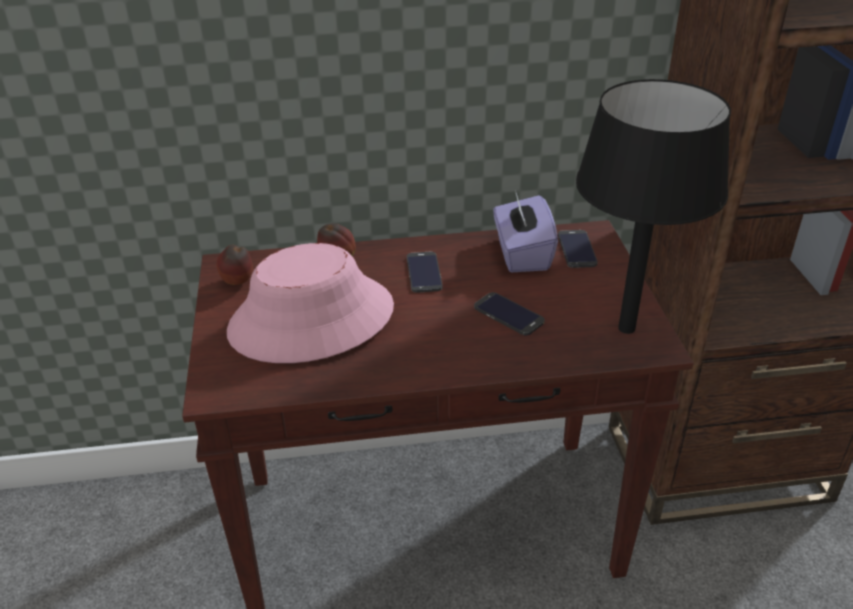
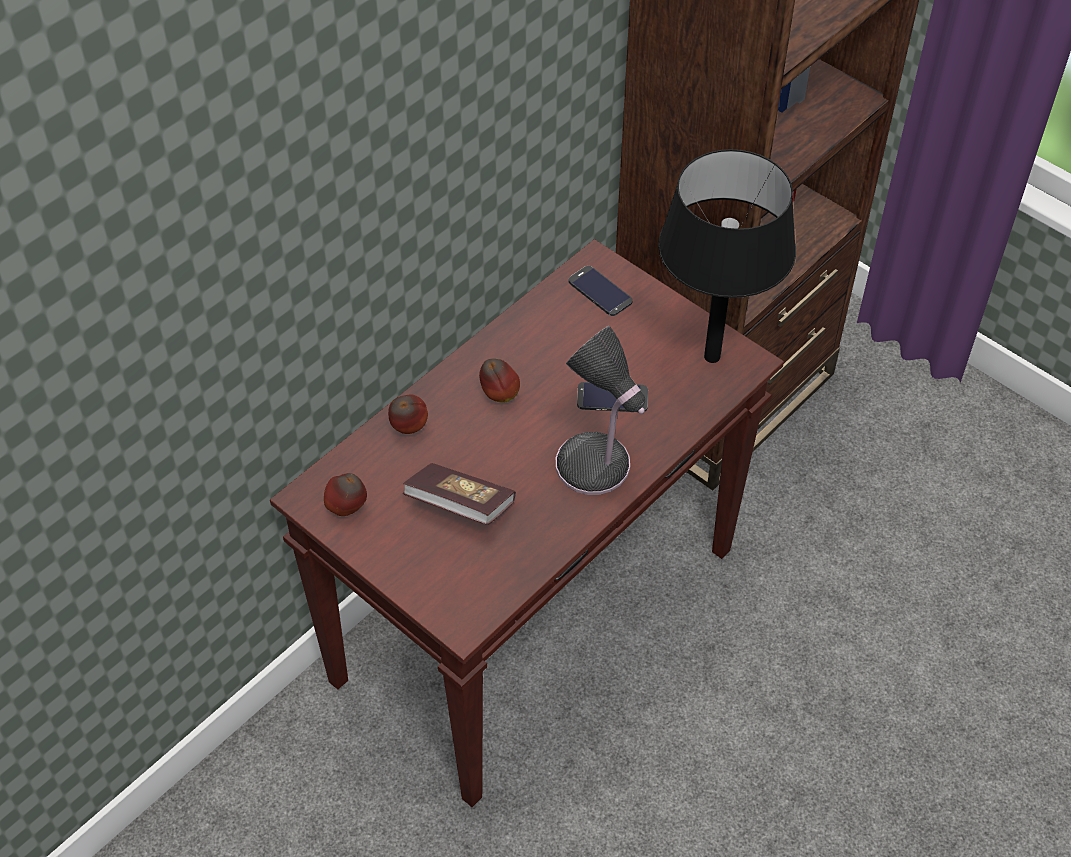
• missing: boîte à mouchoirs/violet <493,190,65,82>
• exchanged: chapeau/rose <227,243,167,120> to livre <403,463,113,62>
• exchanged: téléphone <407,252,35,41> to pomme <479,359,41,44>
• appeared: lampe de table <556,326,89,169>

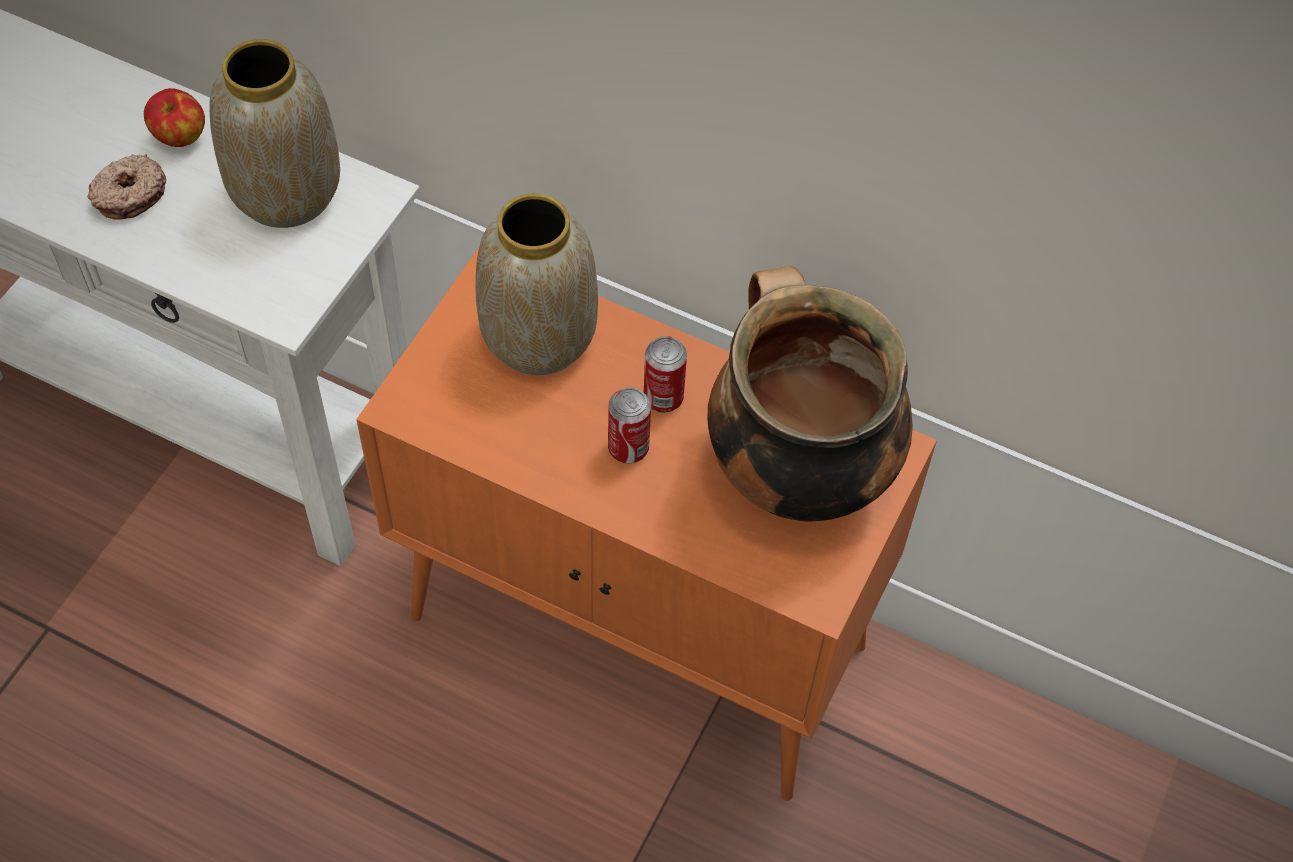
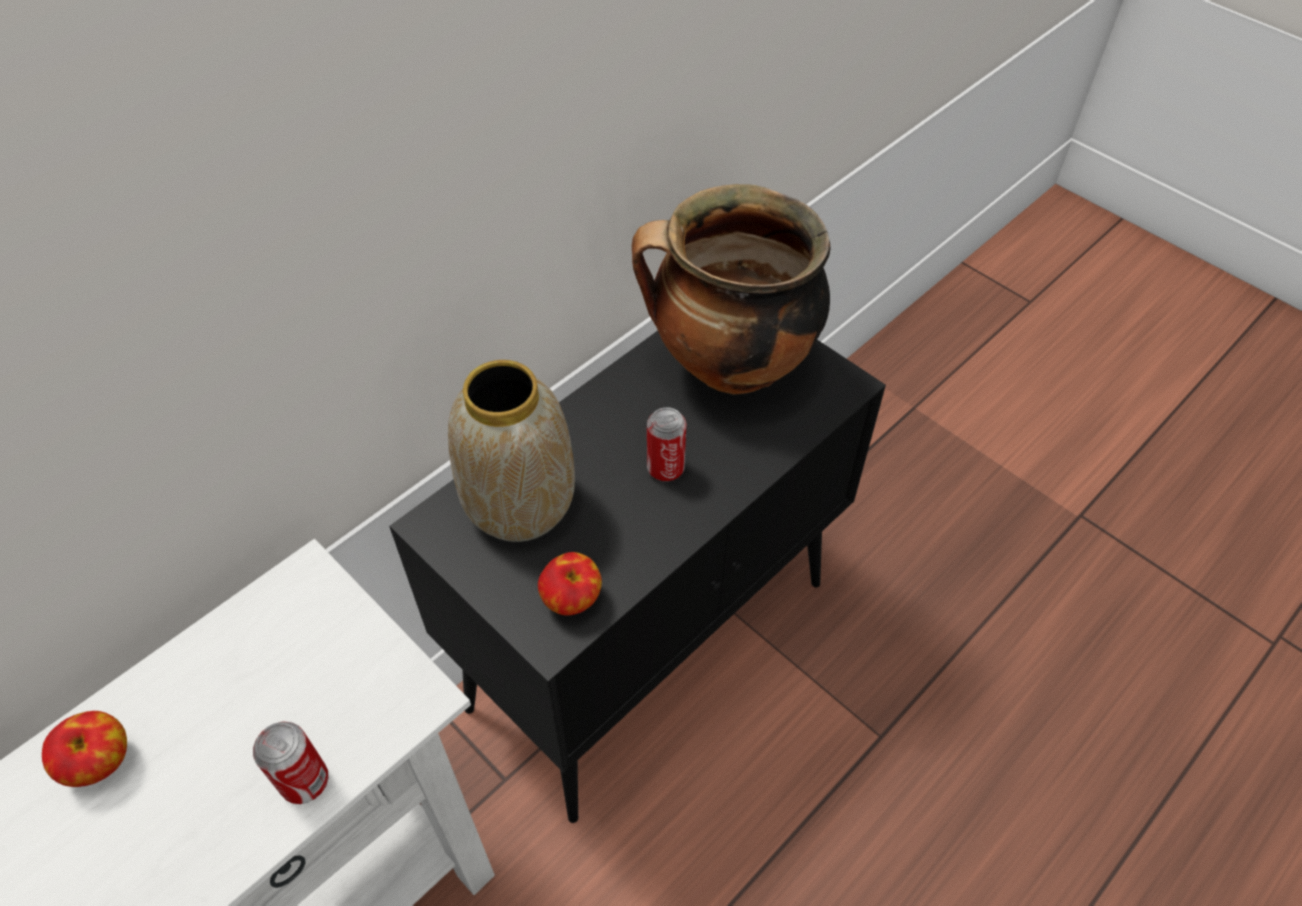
• missing: vase <209,39,131,189>
• missing: beignet <87,154,79,66>
• colour: meuble de rangement/orange <356,248,581,553> to meuble de rangement/noir <389,331,497,492>
• relocated: boîte métallique <644,336,43,77> to <253,722,75,82>
• appeared: pomme <538,552,64,64>

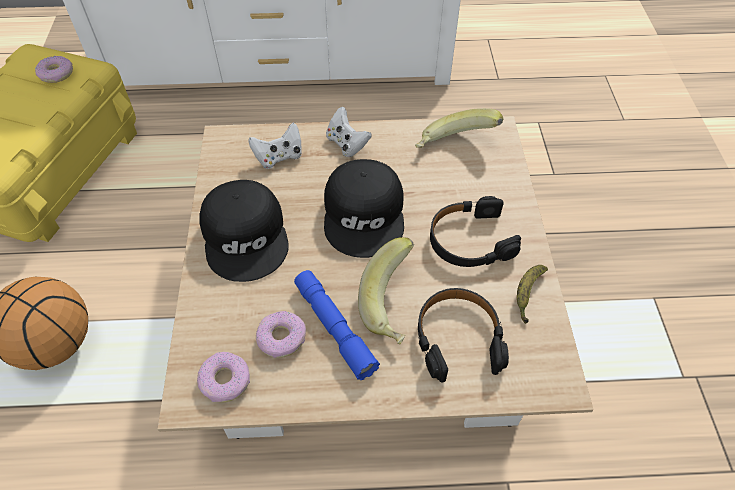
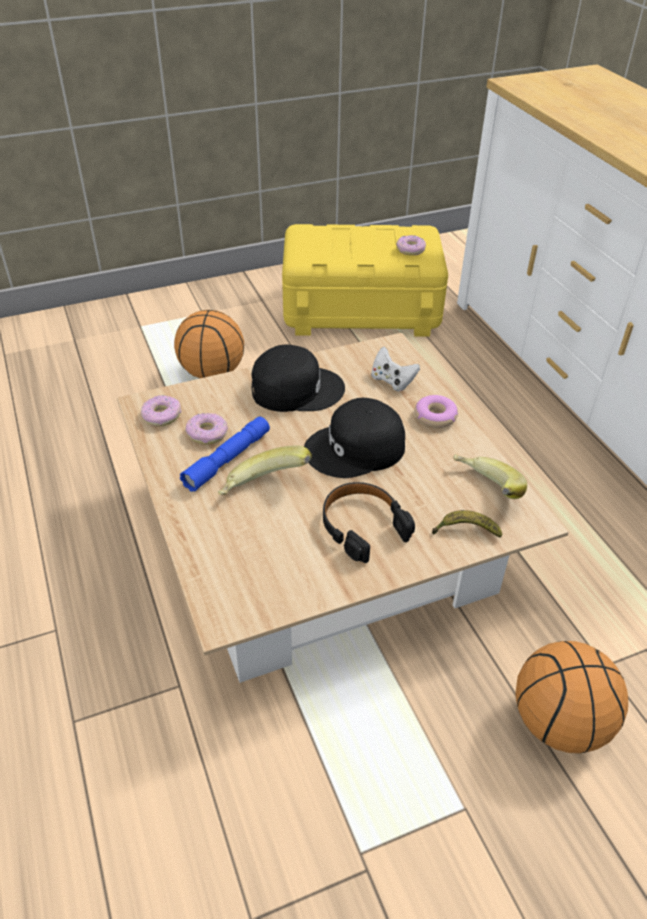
• exchanged: manette/blanc <326,107,46,50> to beignet <415,395,43,33>
• spun: casquette/noir <199,180,90,102> = <251,345,94,67> 150 degrees counterclockwise
• relocated: banane <517,265,31,59> to <432,510,70,28>
• missing: casque audio/noir <418,288,91,95>
• appeared: ballon de basket <515,641,113,112>

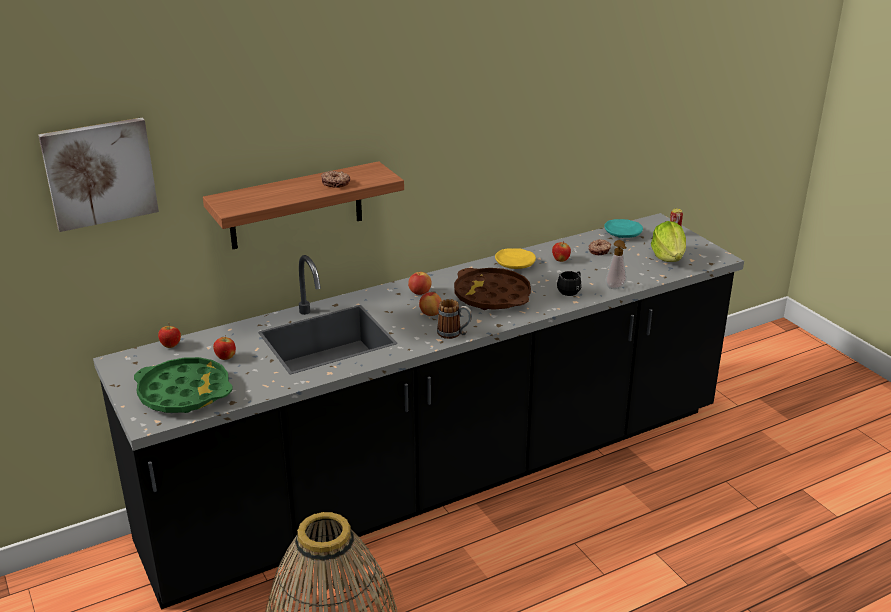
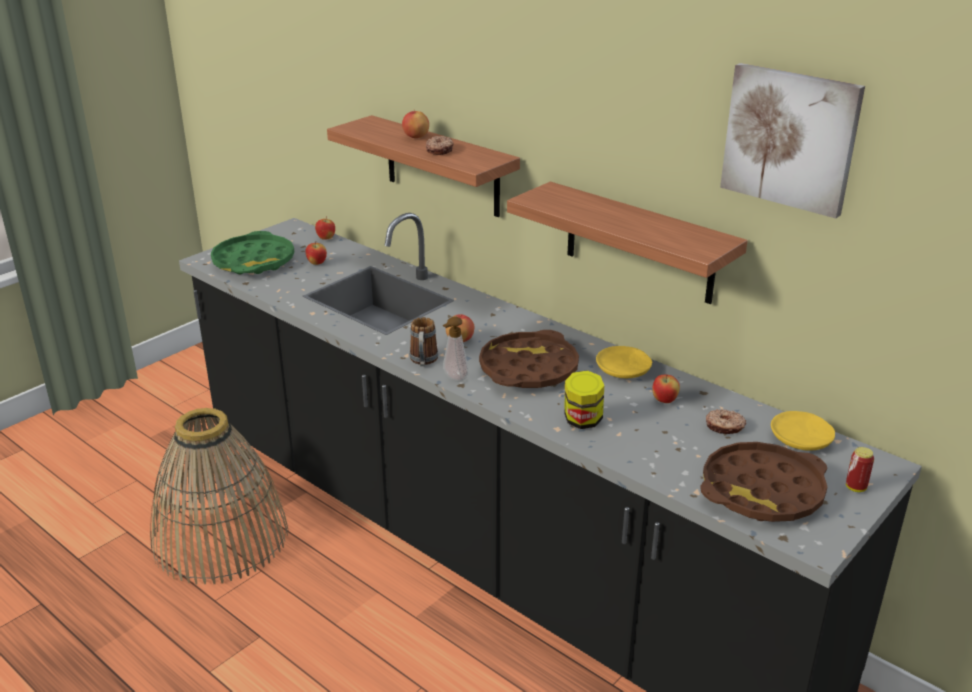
• relocated: tableau <38,118,121,114> to <720,63,145,155>
• colour: assiette/turquoise <604,219,39,19> to assiette/jaune <771,411,64,39>
• exchanged: laitue <651,221,35,41> to plateau/marron <700,442,127,80>
• relocated: distributeur de savon <605,240,22,49> to <442,317,26,65>
• exchanged: mug/noir <557,271,25,25> to bocal <564,370,40,59>
• relocated: pomme <408,272,24,23> to <402,110,27,28>
• appeared: étagère <507,182,241,122>

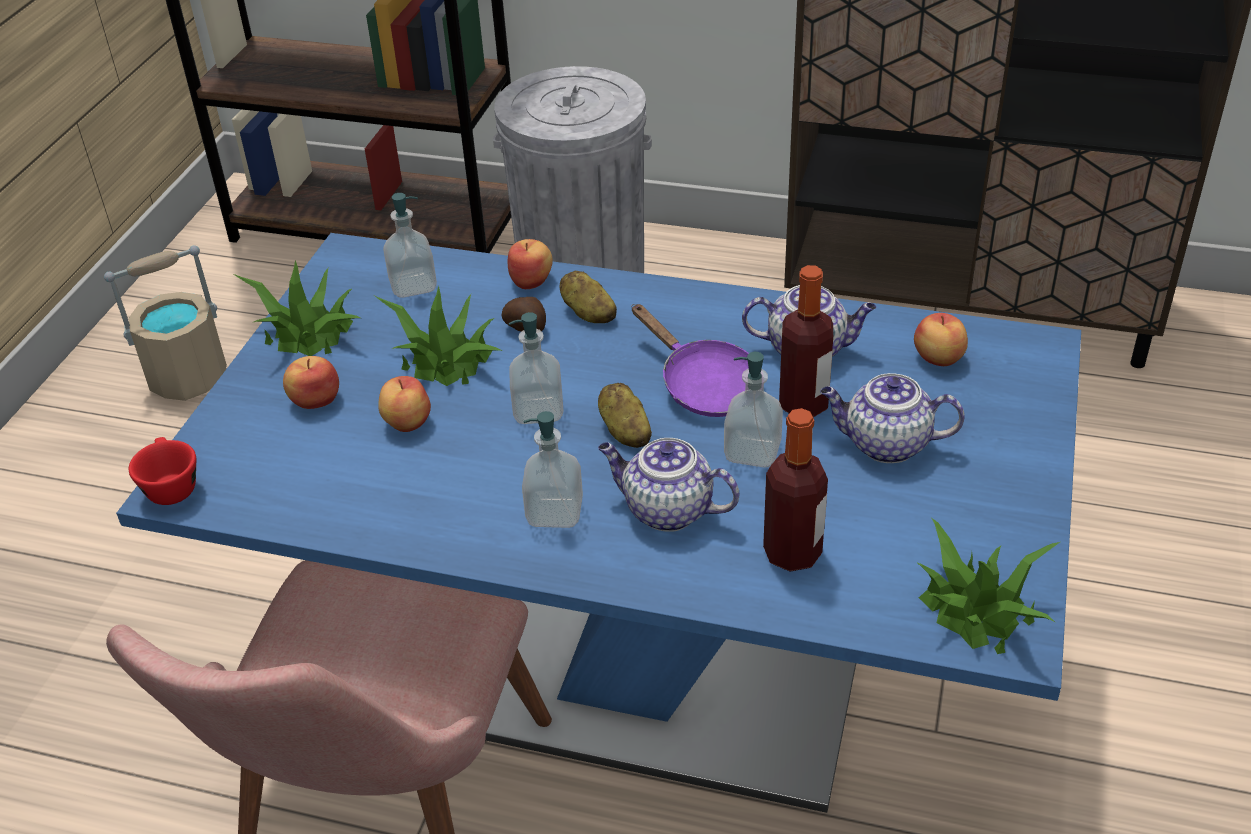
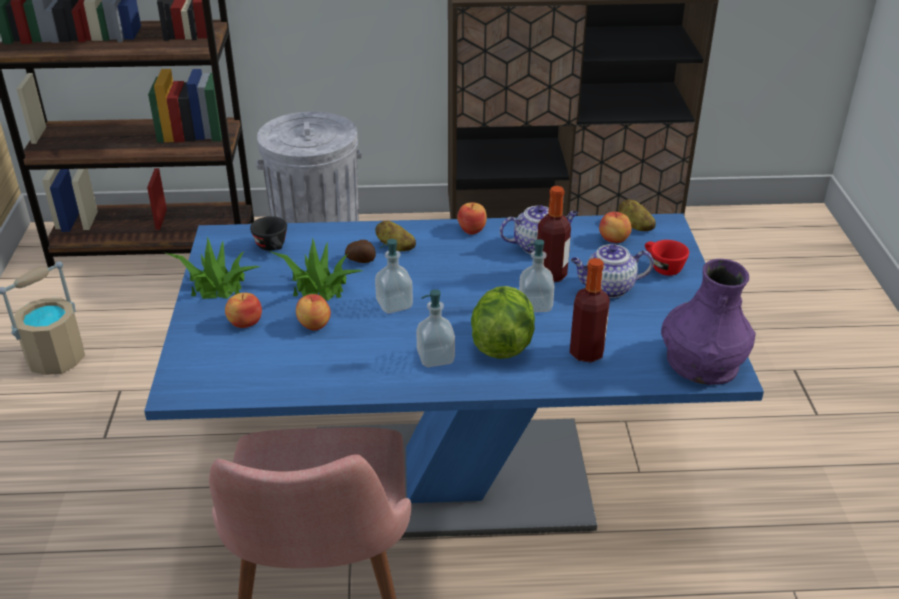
• exchanged: distributeur de savon <383,193,54,105> to tasse/noir <250,216,37,35>
• relocated: pomme <508,239,45,50> to <457,202,30,33>
• missing: poêle/violet <631,304,118,113>
• relocated: pomme de terre <598,383,54,65> to <619,199,37,32>
• relocated: tasse/rouge <129,437,67,68> to <645,240,44,36>
• exchanged: théière <598,438,141,94> to laitue <471,286,64,73>
• exchanged: plante en pot <916,518,144,136> to vase/violet <661,259,95,126>

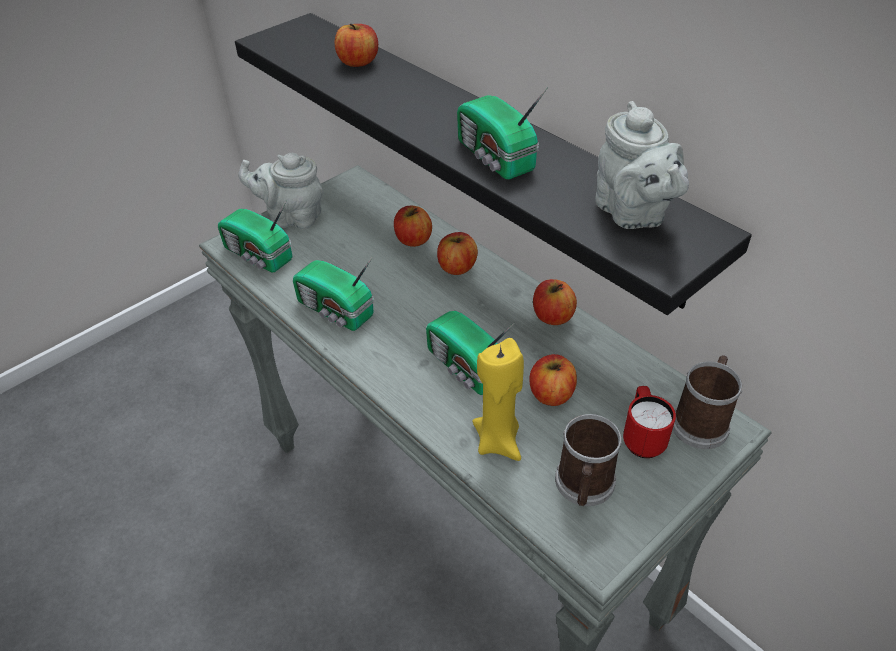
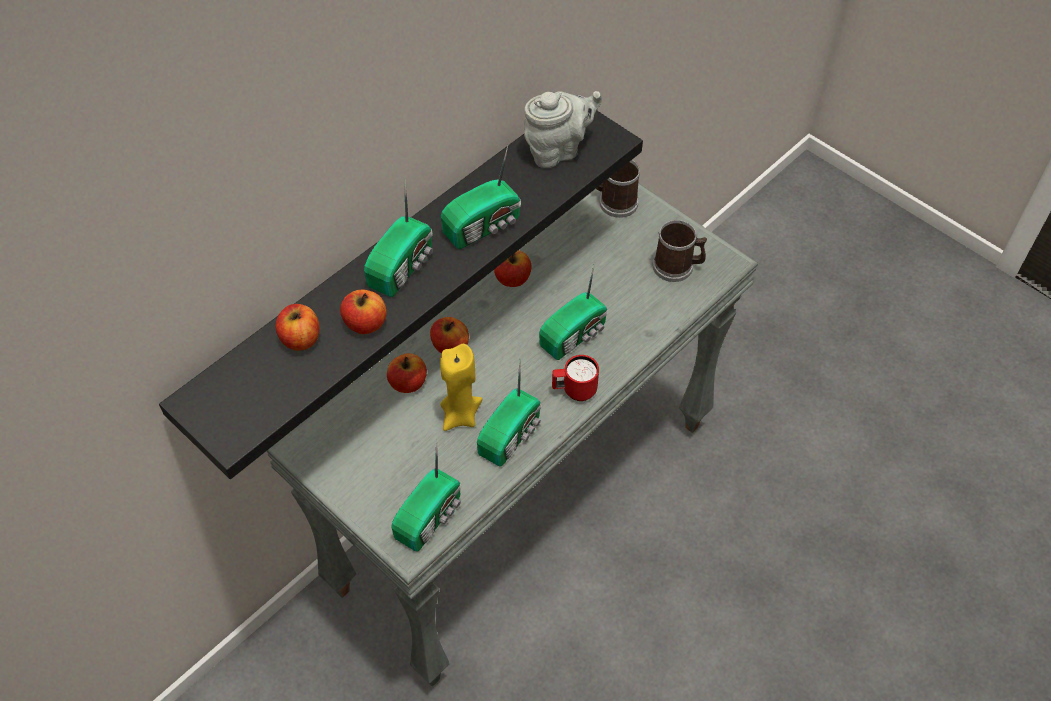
• missing: théière/gris <239,153,84,76>
• relocated: bougie/jaune <472,338,52,123> to <440,344,42,87>
• relocated: pomme <529,354,48,52> to <340,290,47,44>
• relocated: mug/rouge <623,386,53,72> to <552,355,47,46>
• appeared: radio <364,180,69,117>

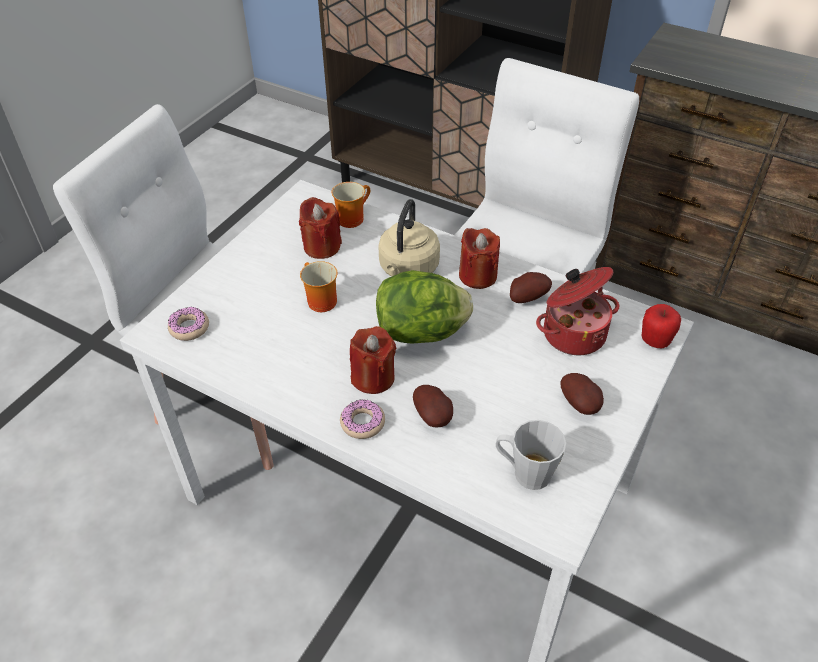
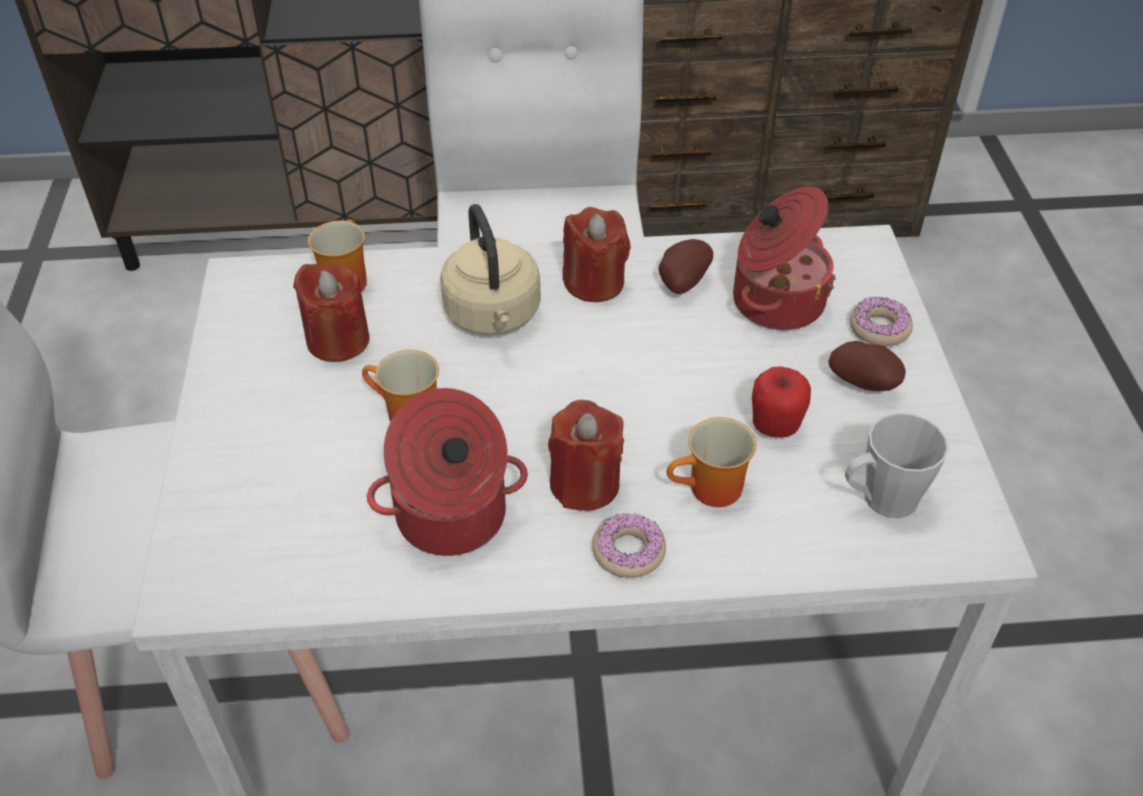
• missing: laitue <376,270,97,74>
• relocated: pomme <642,304,39,44> to <752,366,59,72>
• relocated: beignet <168,307,41,34> to <850,296,63,50>
• exchanged: pomme de terre <413,385,40,42> to mug <667,417,90,90>
• appeared: marmite <367,388,161,168>

